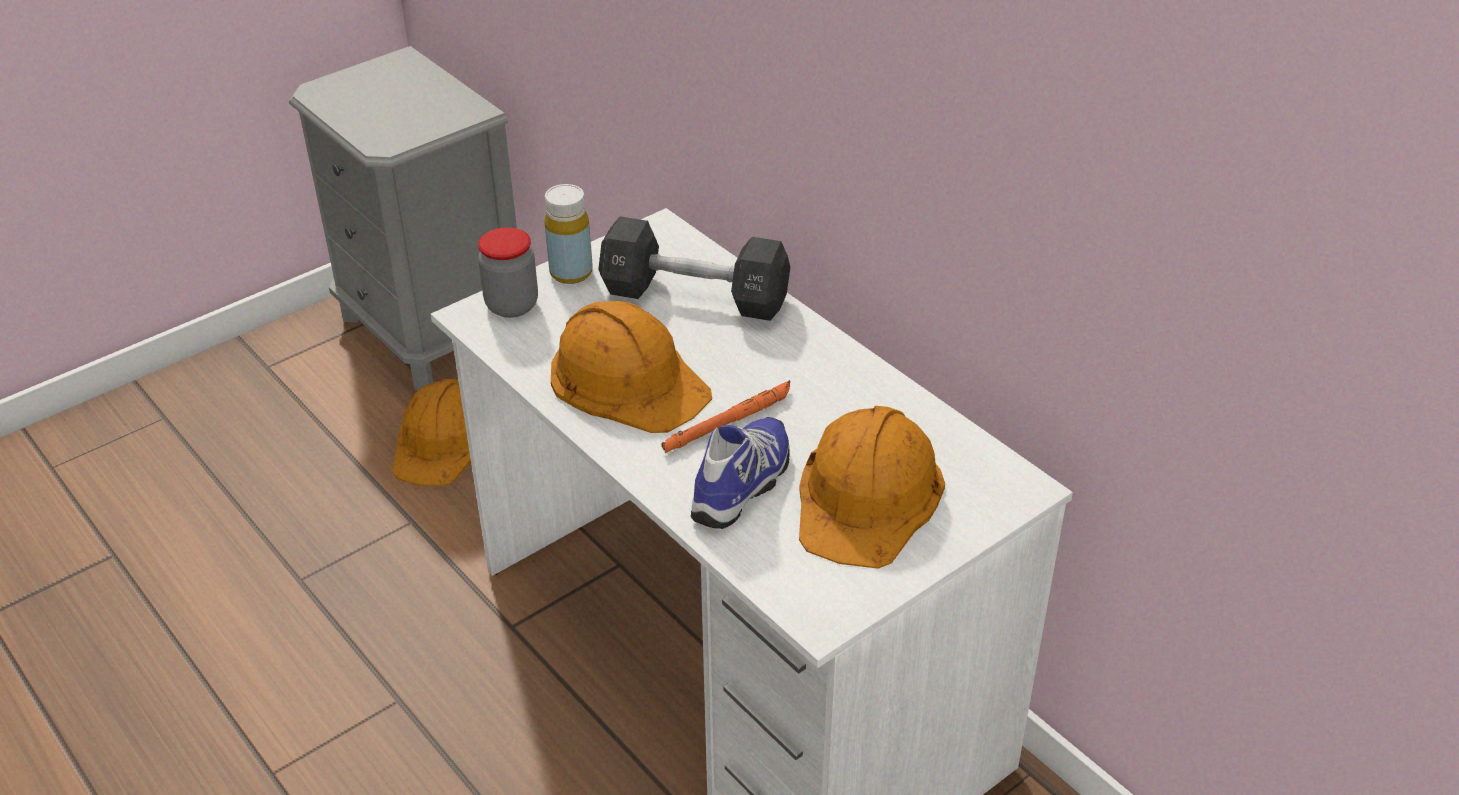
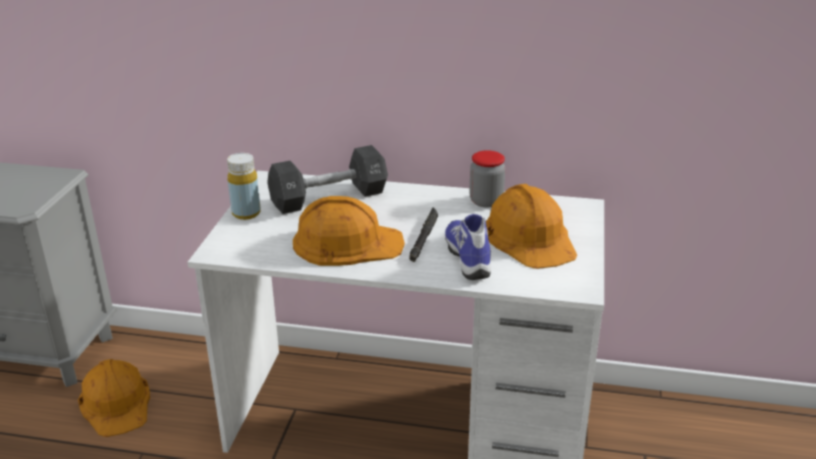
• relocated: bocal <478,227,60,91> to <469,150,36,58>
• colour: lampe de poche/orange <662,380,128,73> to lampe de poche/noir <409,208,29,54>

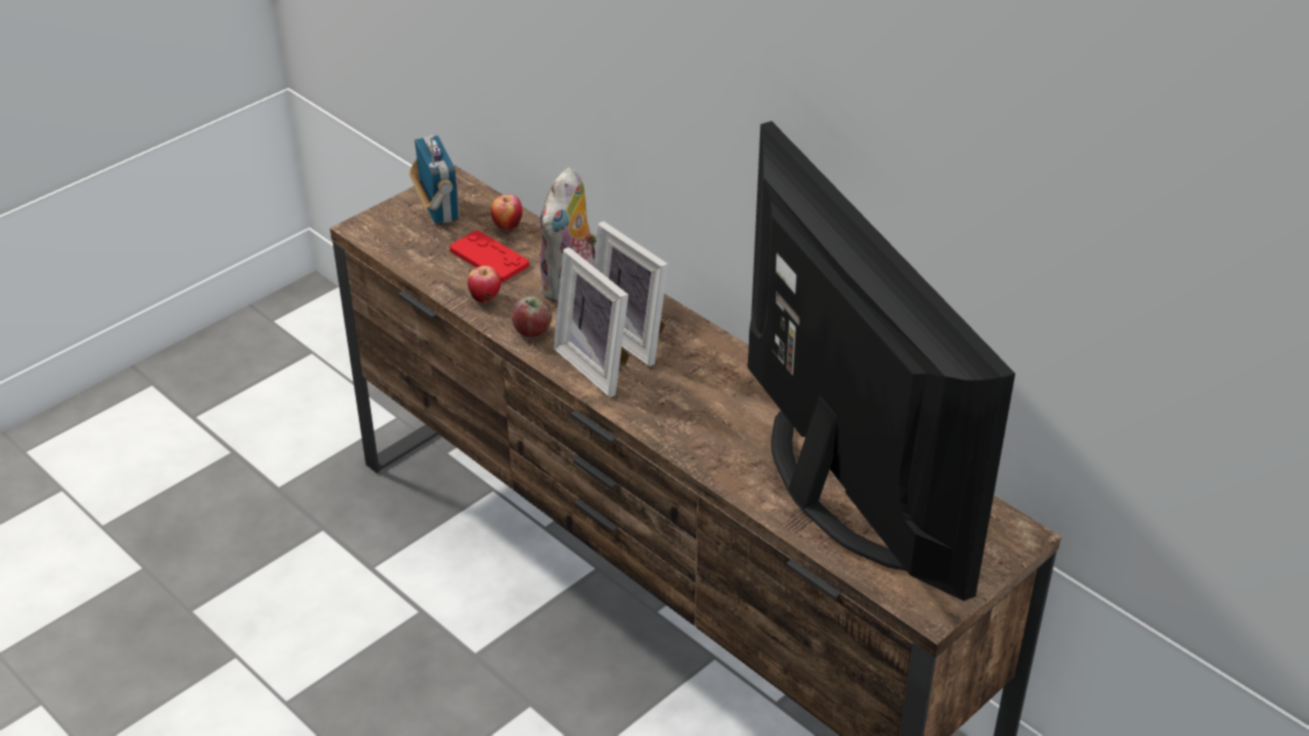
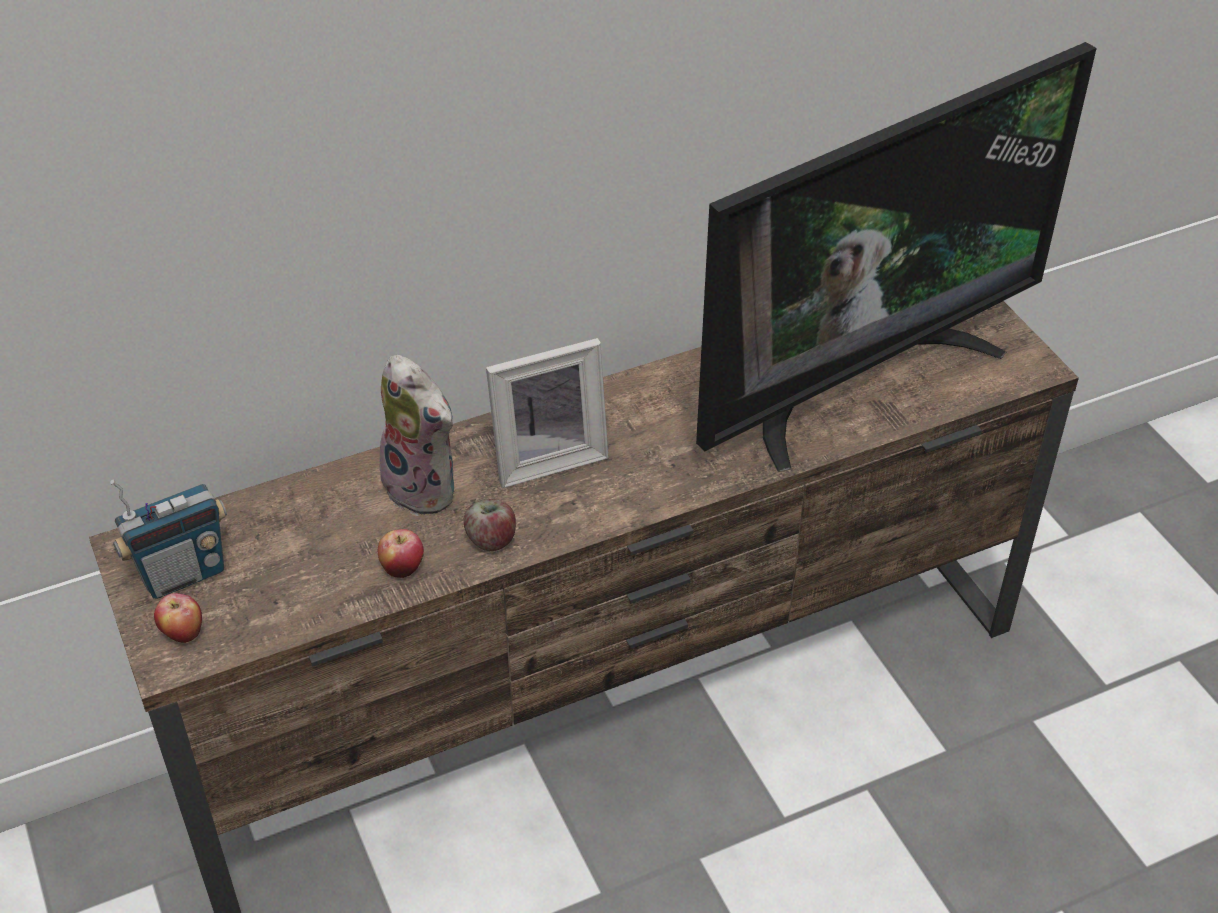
• spun: téléviseur <747,121,268,480> = <696,42,401,429> 150 degrees clockwise
• spun: radio <409,135,51,89> = <110,480,117,119> 150 degrees clockwise
• relocated: pomme <491,195,31,35> to <154,593,48,50>
• missing: manette/rouge <450,230,79,52>
• missing: cadre photo <553,247,77,150>

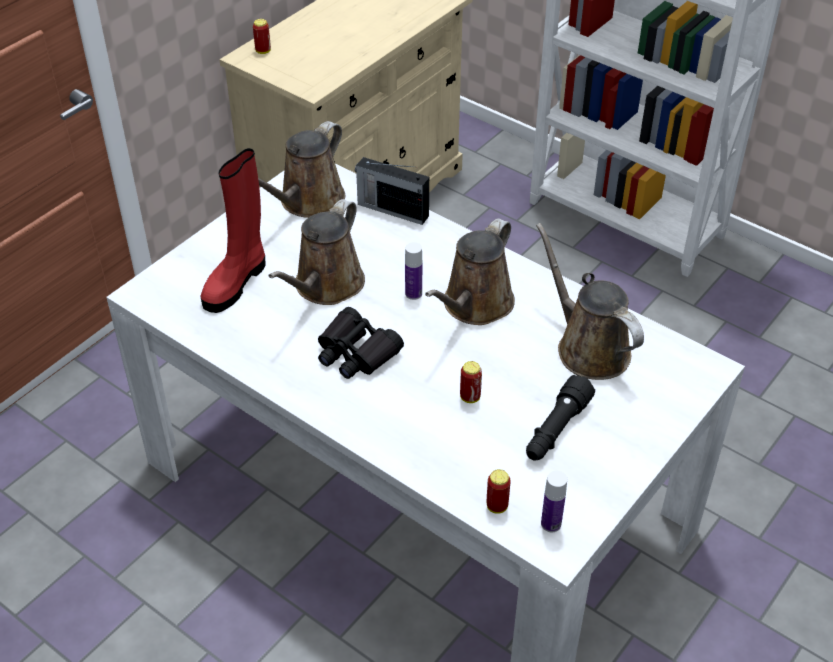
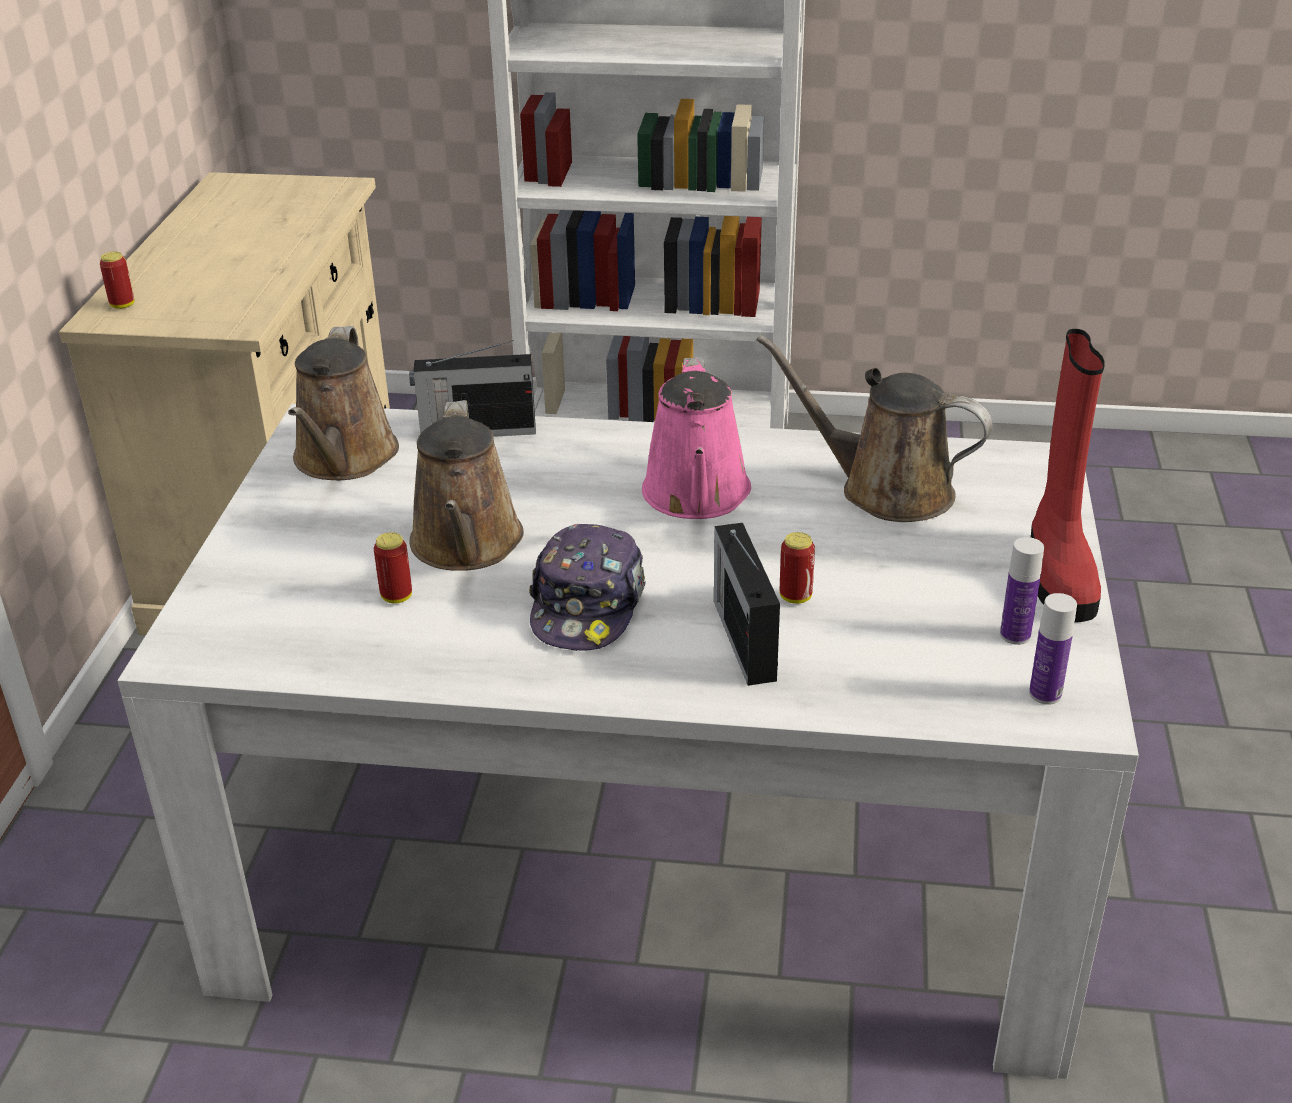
• relocated: botte/rouge <201,148,65,165> to <1031,329,74,293>
• colour: arrosoir/marron <425,218,90,107> to arrosoir/rose <642,357,109,162>
• relocated: bouteille <405,242,17,58> to <1000,537,44,108>
• exchanged: jumelles/noir <318,307,86,72> to casquette <529,524,117,127>
• missing: lampe de poche/noir <526,375,69,86>
• relocated: boîte métallique <487,469,24,45> to <374,532,38,72>
• appeared: radio <714,523,66,163>

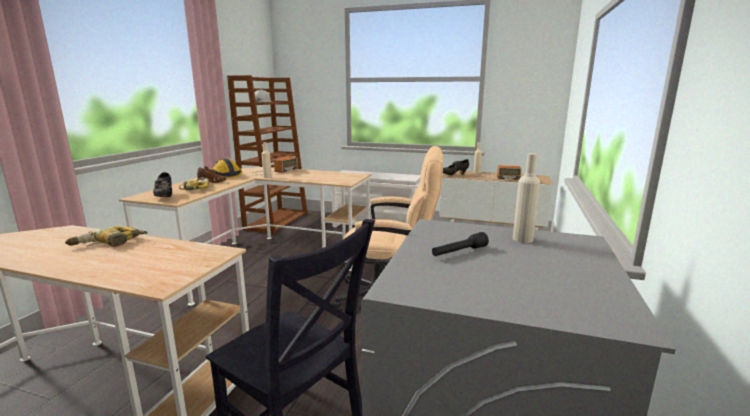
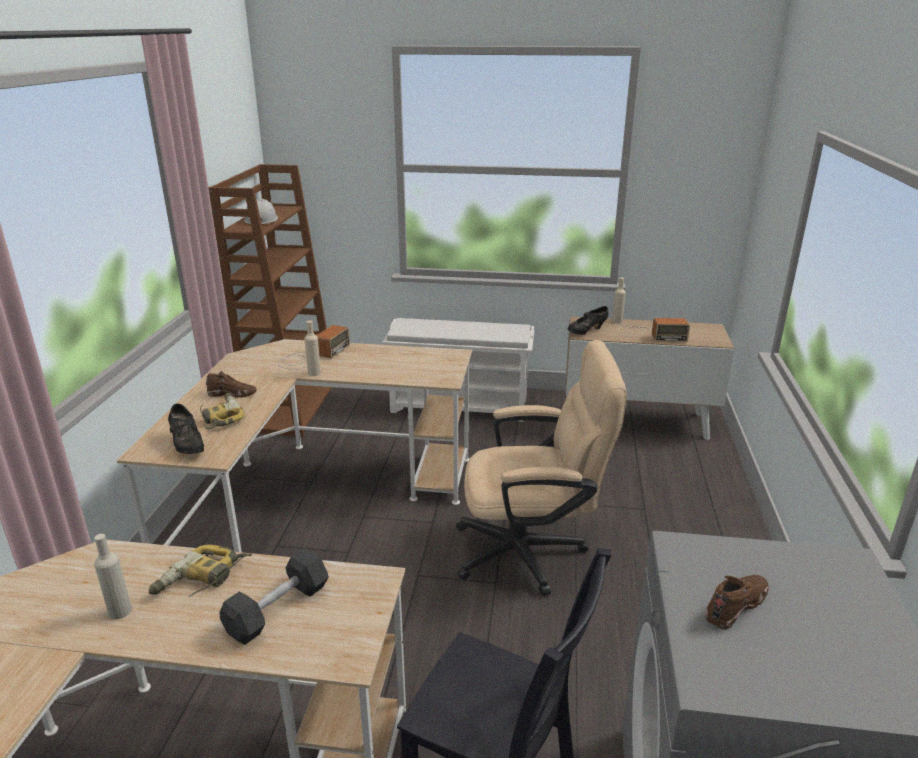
• relocated: bouteille/beige <513,153,27,90> to <94,534,38,85>
• missing: casque de chantier <211,159,32,19>
• exchanged: lampe de poche/noir <432,232,57,24> to chaussure/marron <705,575,64,55>
• appeared: haltère/noir <220,548,109,97>

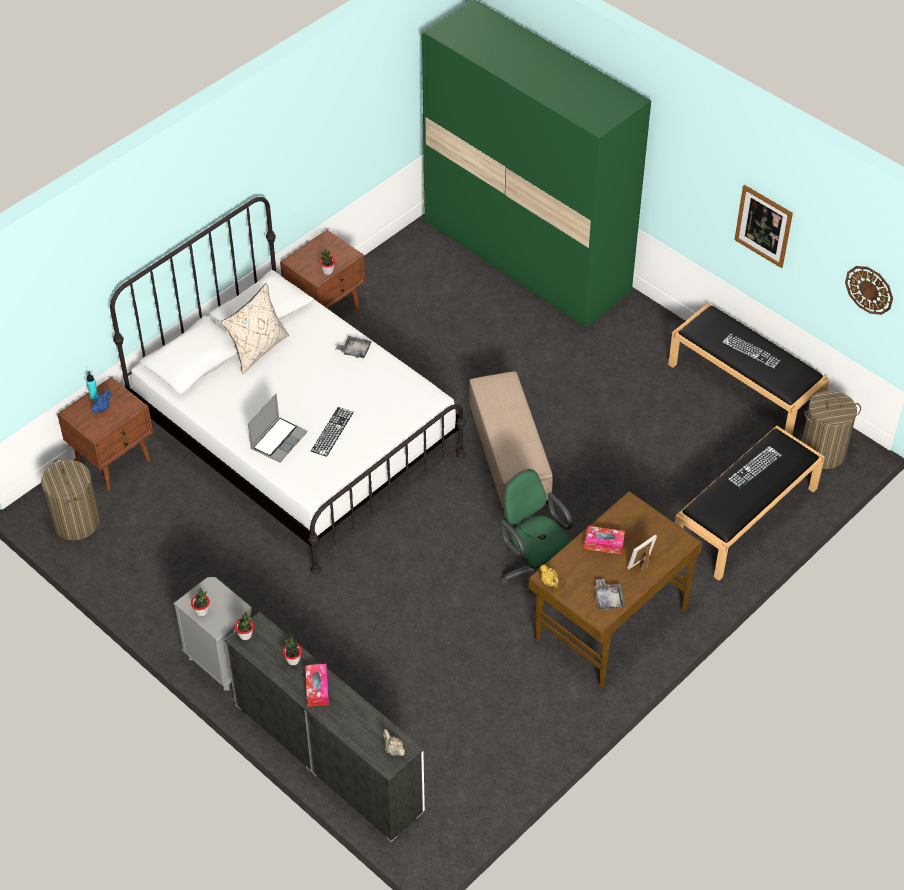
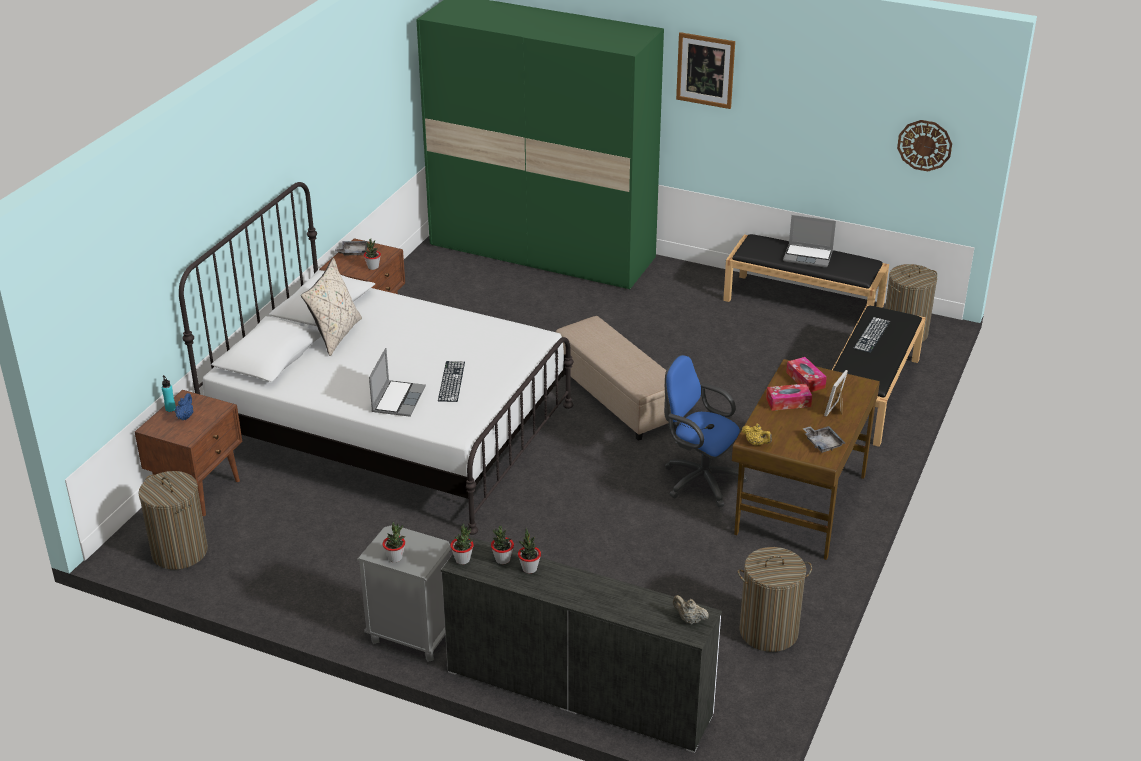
• relocated: tableau <735,185,58,83> to <676,32,59,77>
• exchanged: clavier <721,333,61,36> to ordinateur portable <783,215,53,53>
• relocated: plateau/gris <336,336,36,22> to <335,241,32,15>
• colour: chaise de bureau/vert <500,469,73,116> to chaise de bureau/bleu <664,355,83,152>
• relocated: boîte à mouchoirs <305,664,24,43> to <786,357,41,35>
• appeared: plante en pot <491,526,23,38>
• appeared: panier à linge <738,547,74,105>

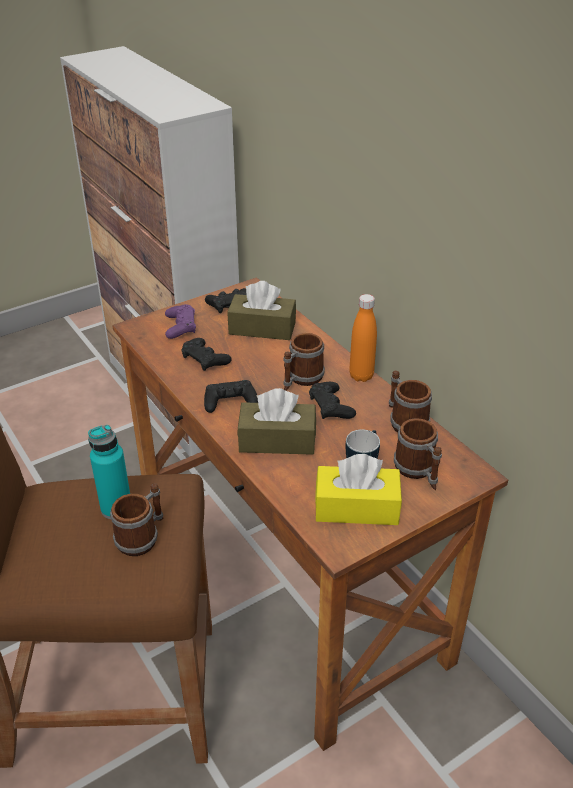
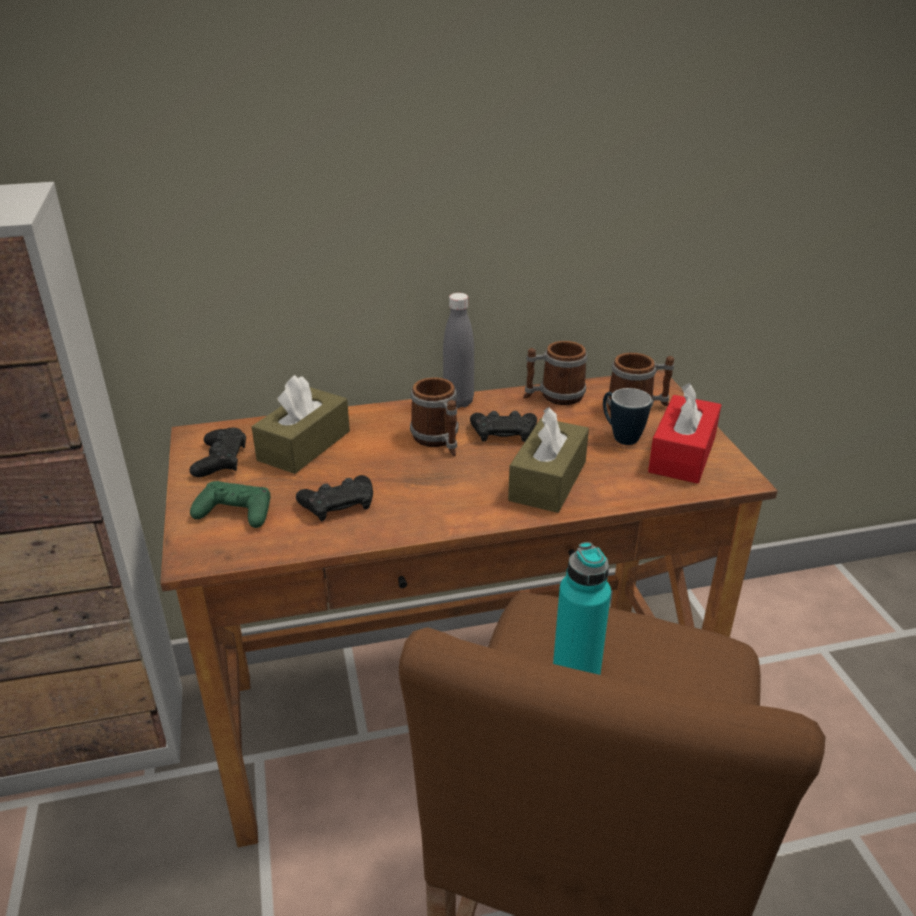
• colour: bouteille/orange <349,294,28,88> to bouteille/gris <443,293,31,115>
• colour: manette/violet <165,304,31,35> to manette/vert <190,481,80,47>
• missing: manette/noir <204,380,54,33>
• colour: boîte à mouchoirs/jaune <315,454,87,71> to boîte à mouchoirs/rouge <648,383,73,101>
• missing: mug <110,483,54,73>

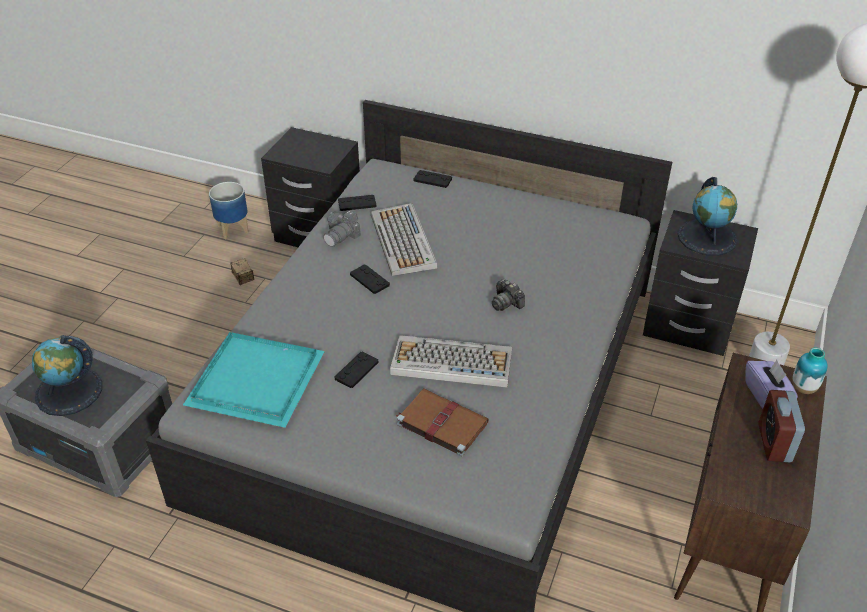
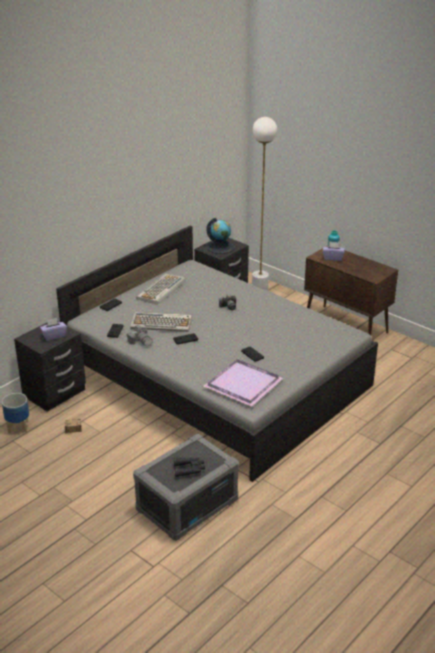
• colour: plateau/turquoise <183,332,142,96> to plateau/violet <204,359,79,48>
• exchanged: globe <32,335,70,81> to jumelles/noir <174,457,31,20>
• relocated: clavier <390,335,122,53> to <136,274,49,31>
• missing: livre/marron <396,389,93,68>
• missing: réveil <758,390,47,72>
• appeared: boîte à mouchoirs/violet <40,318,27,23>

